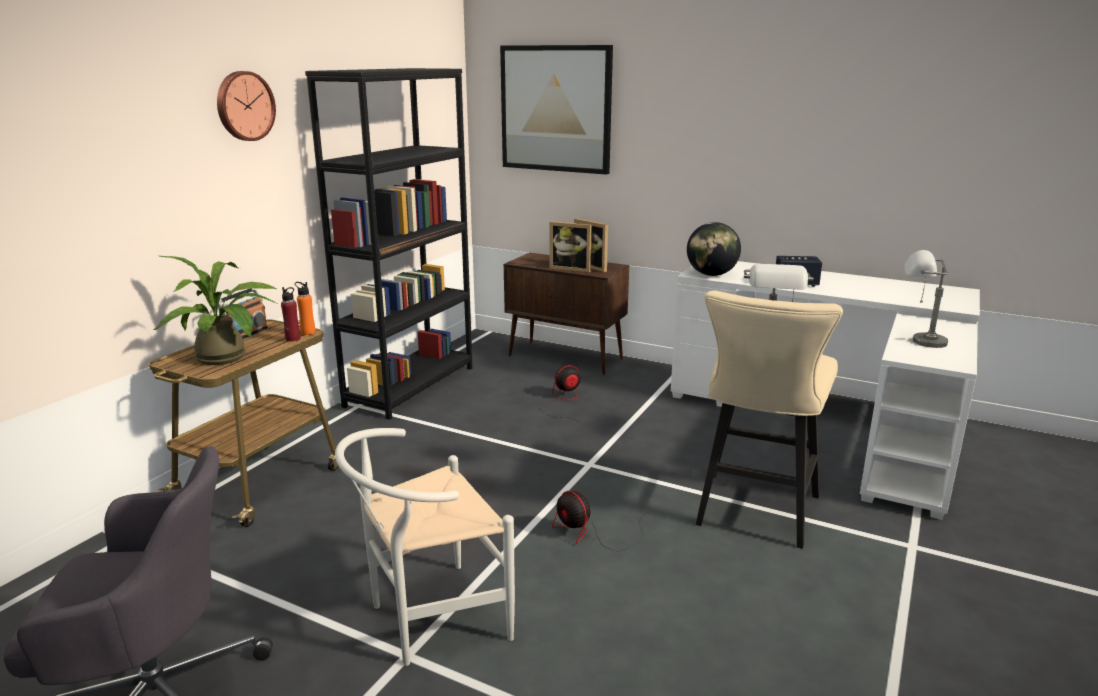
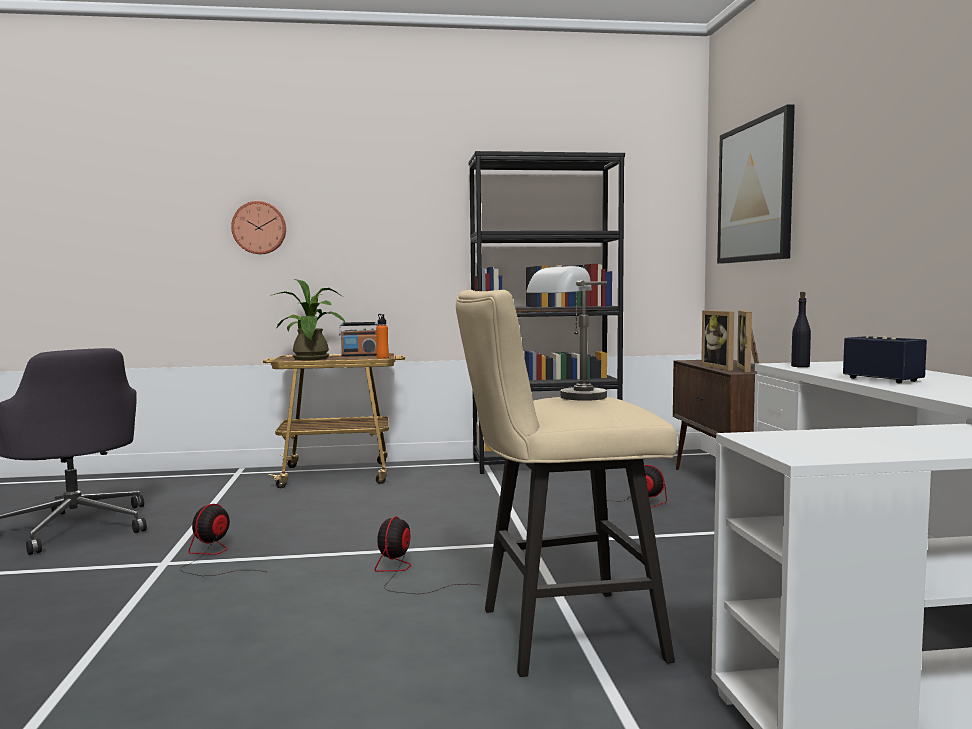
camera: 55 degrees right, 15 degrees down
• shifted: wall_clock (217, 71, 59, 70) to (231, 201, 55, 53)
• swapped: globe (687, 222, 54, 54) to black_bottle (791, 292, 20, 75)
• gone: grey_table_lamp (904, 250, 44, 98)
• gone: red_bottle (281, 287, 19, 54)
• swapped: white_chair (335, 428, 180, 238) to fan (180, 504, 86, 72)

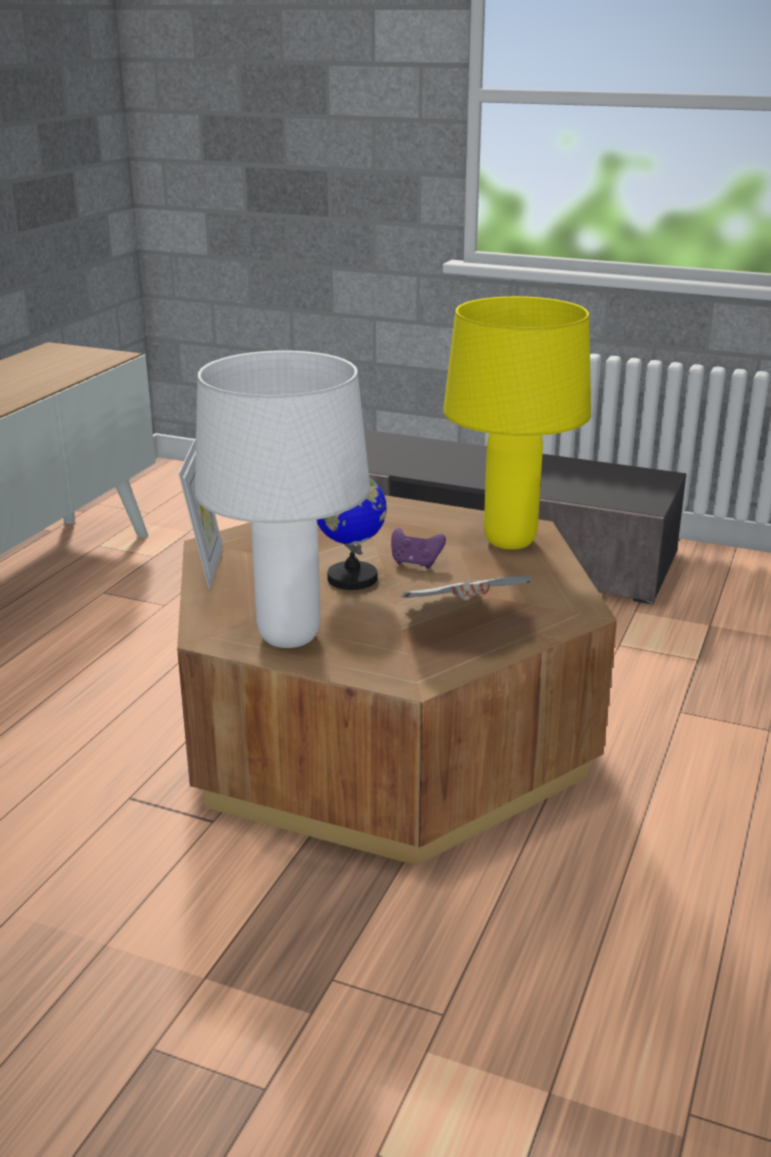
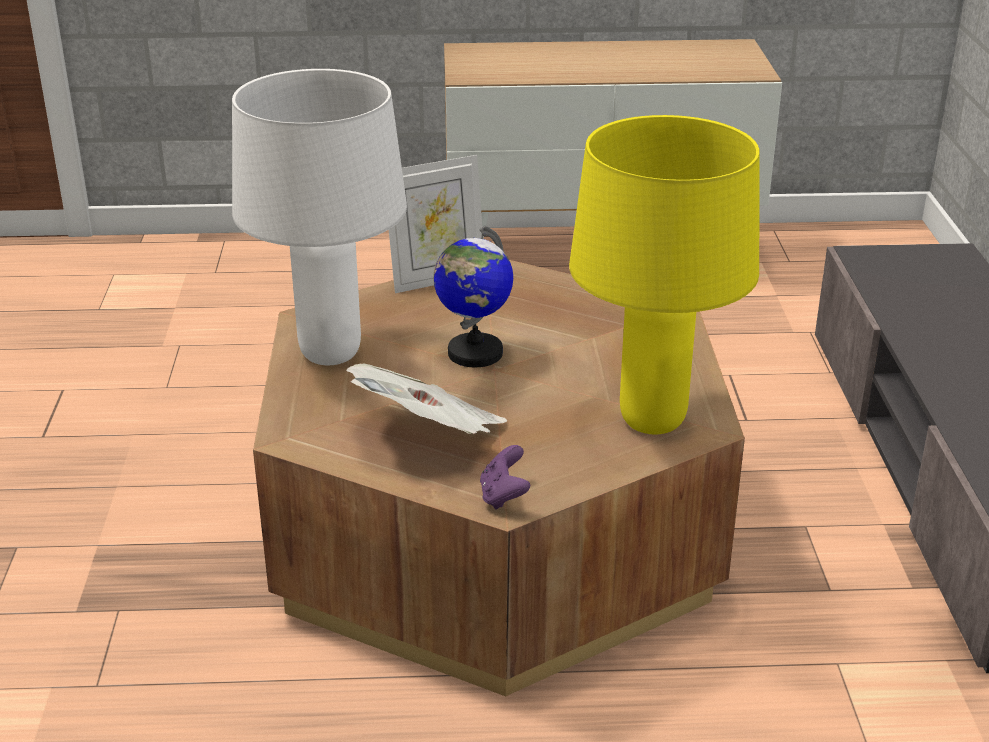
camera: 65 degrees right, 5 degrees up
• shifted: purple_game_controller (391, 528, 55, 41) to (480, 445, 50, 65)

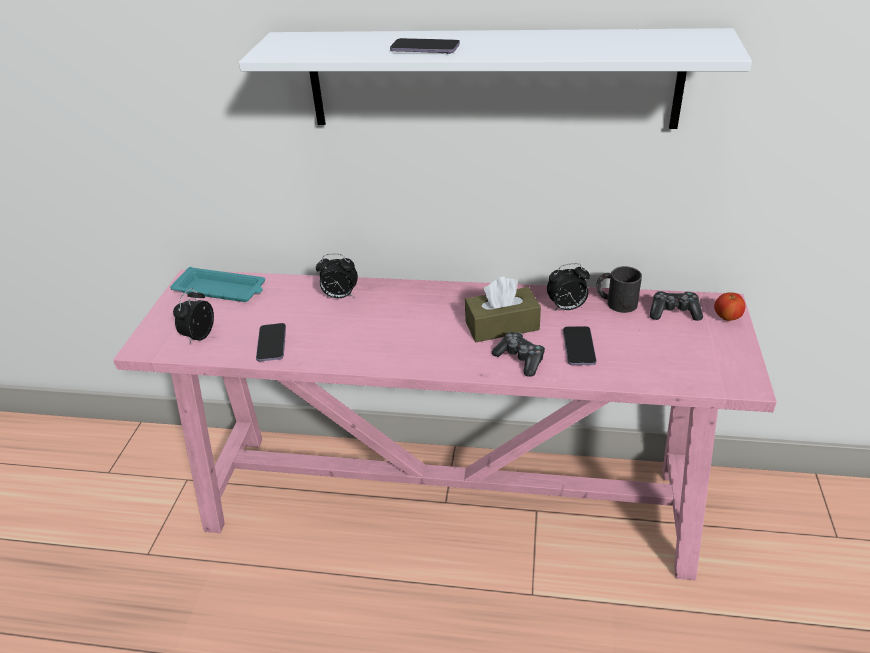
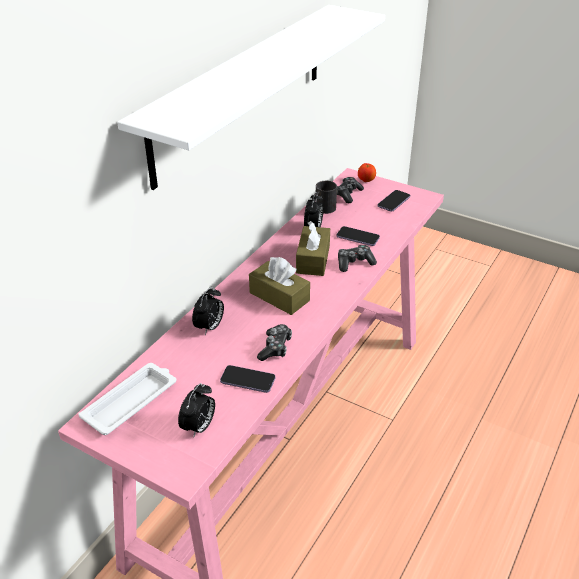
camera: 70 degrees left, 0 degrees up
• shifted: phone (390, 38, 70, 16) to (377, 190, 33, 22)
• repainted: turquoise_tray (170, 267, 95, 35) to white_tray (78, 363, 98, 72)
• rotated: alarm_clock (173, 288, 41, 56) = (178, 383, 37, 54) 105 degrees counterclockwise
• new: brown_tissue_box (249, 257, 61, 58)
• new: game_controller (257, 324, 35, 37)

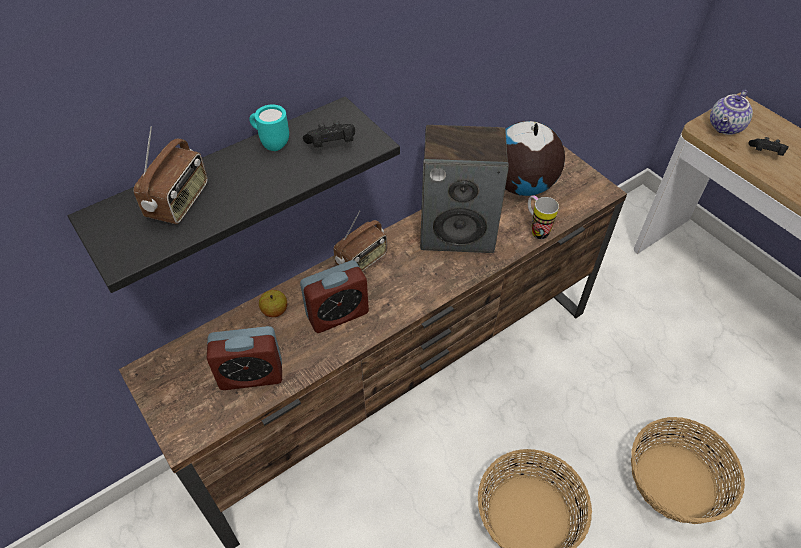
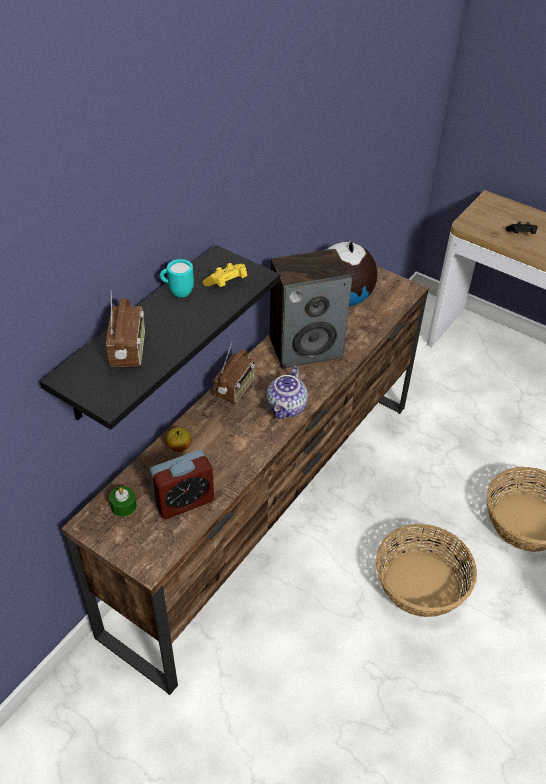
camera: 20 degrees left, 5 degrees down
• shifted: teapot (710, 90, 43, 45) to (266, 366, 42, 53)
• repainted: black_game_controller (303, 121, 52, 27) to yellow_game_controller (202, 263, 45, 24)
• gone: mug (528, 195, 31, 44)
• gone: alarm_clock (300, 260, 69, 73)
• new: green_candle (109, 486, 28, 31)

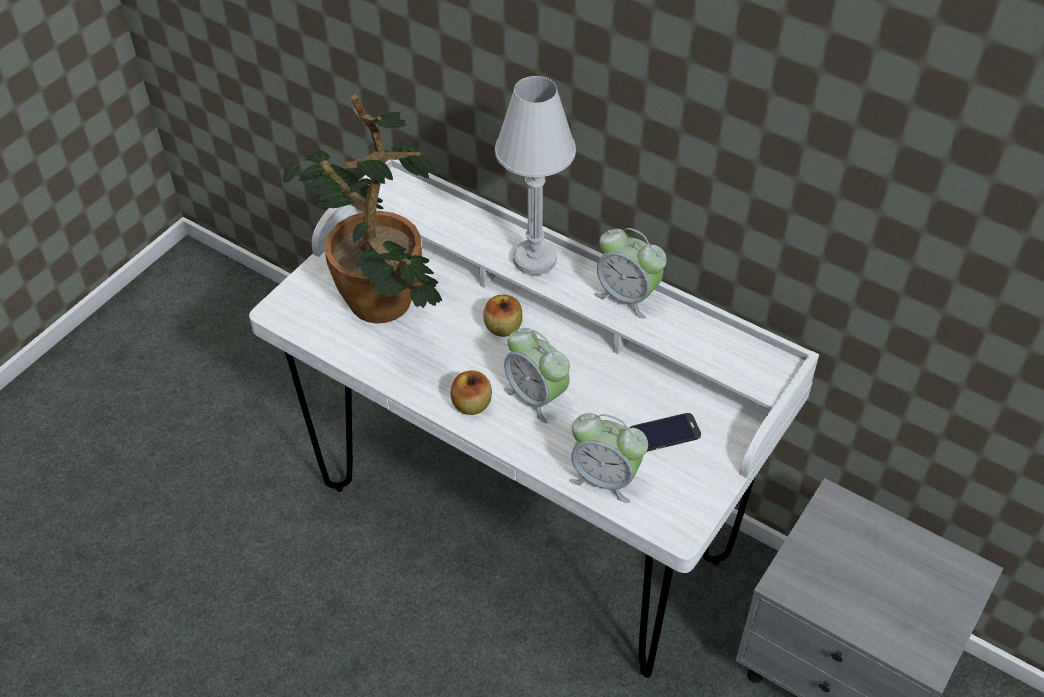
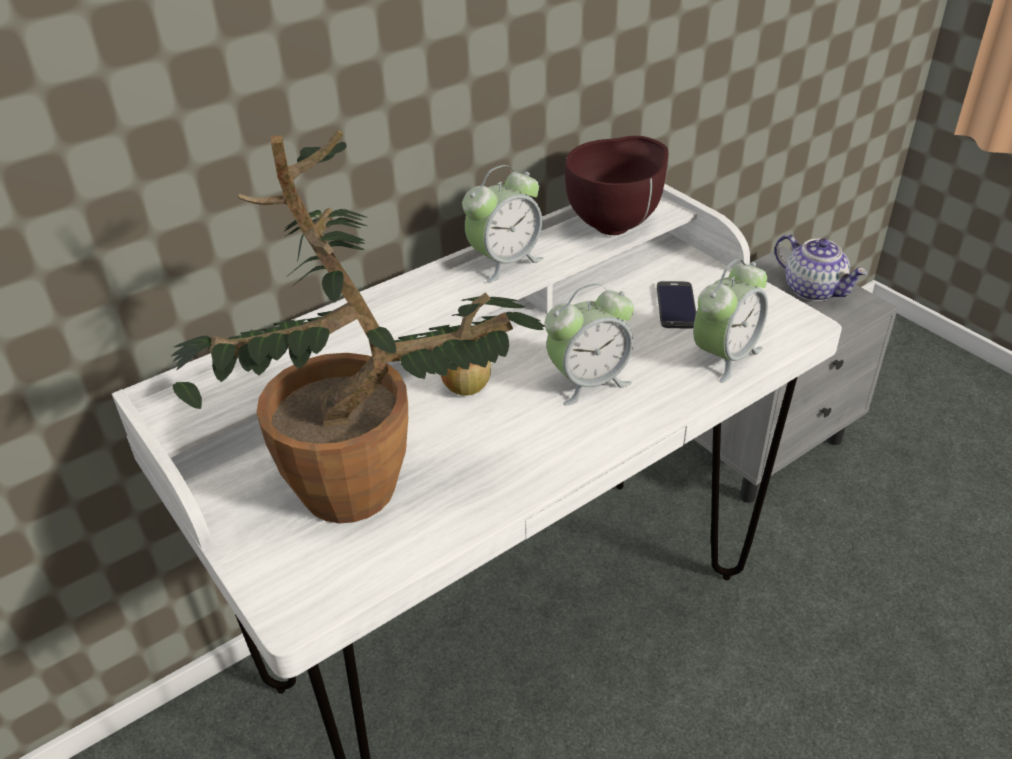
camera: 70 degrees left, 10 degrees down
• gone: white_table_lamp (495, 76, 81, 199)
• gone: apple (450, 371, 42, 44)
• new: brown_bowl (565, 136, 103, 99)
• new: teapot (774, 234, 94, 67)

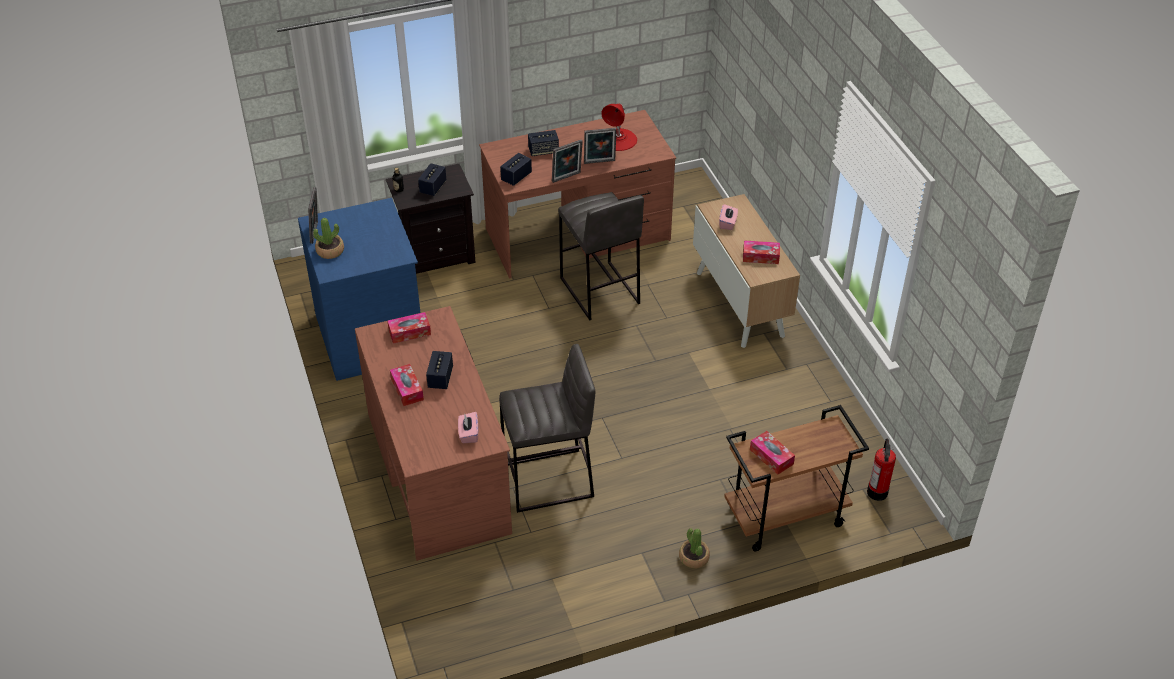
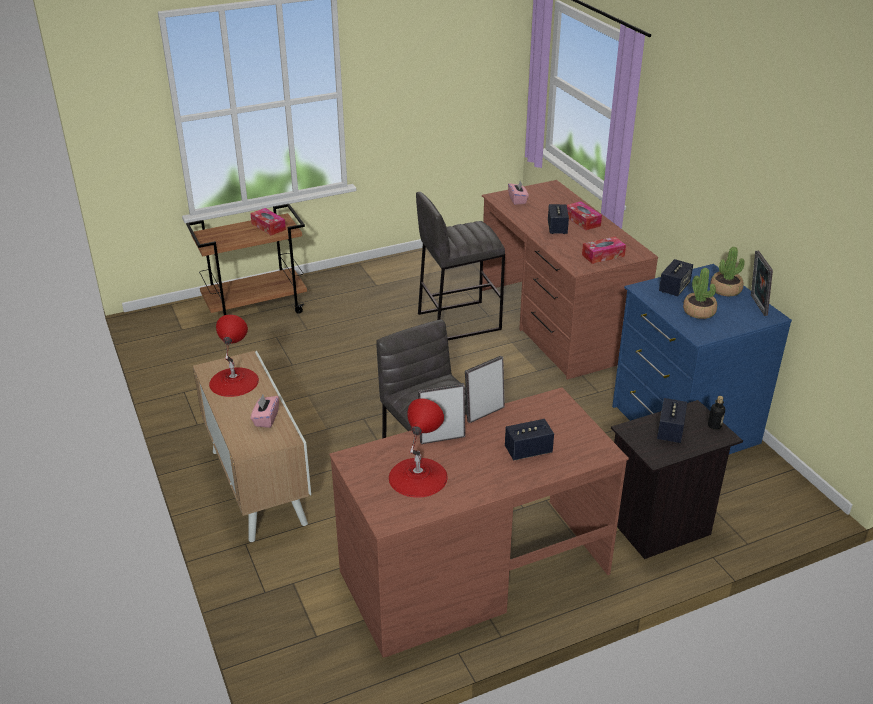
camera: 175 degrees right, 10 degrees down
• shifted: speaker (500, 153, 32, 33) to (659, 259, 34, 37)
• swapped: tissue_box (743, 240, 37, 24) to red_table_lamp (209, 314, 50, 83)
• gone: fire_extinguisher (867, 438, 29, 63)
• shifted: potted_plant (679, 528, 31, 41) to (683, 268, 34, 51)

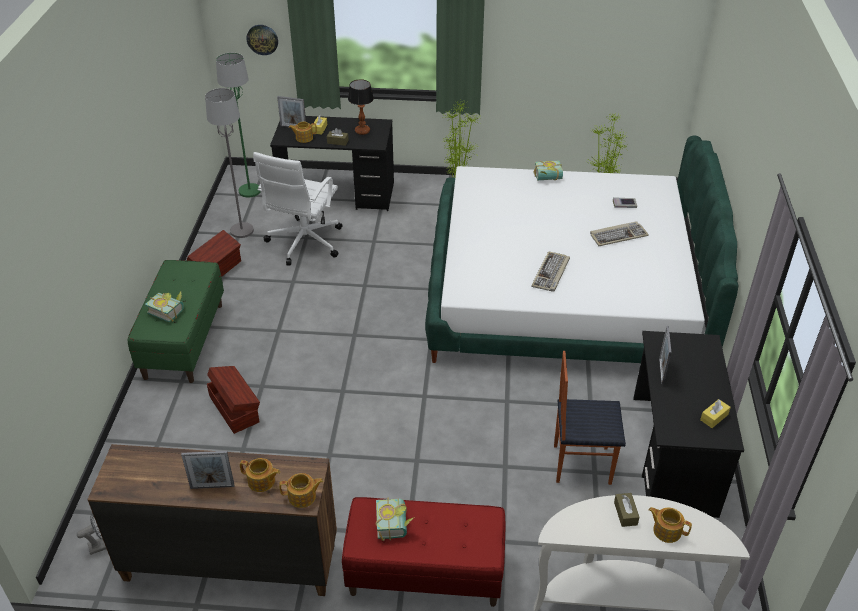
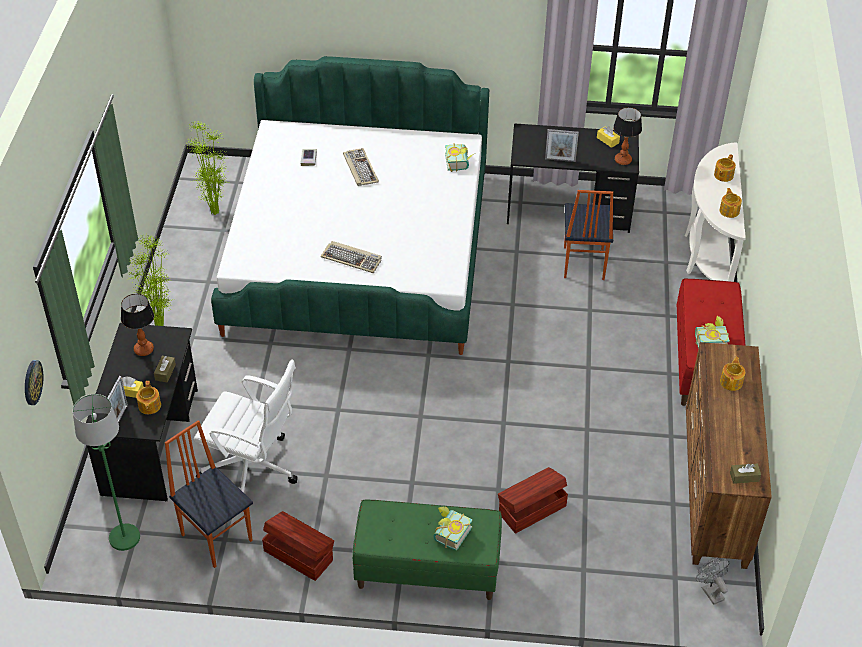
camera: 90 degrees left, 5 degrees up
• swapped: grey_floor_lamp (205, 88, 49, 150) to chair (165, 420, 88, 148)
• shifted: book (533, 160, 30, 20) to (445, 143, 27, 29)
• shifted: keyboard (531, 252, 39, 40) to (321, 241, 61, 32)
• gone: picture_frame (181, 451, 54, 38)
• shifted: teapot (279, 473, 45, 35) to (720, 188, 22, 30)
• shifted: brown_tissue_box (614, 493, 26, 34) to (730, 463, 31, 21)
• new: table_lamp (613, 107, 29, 58)

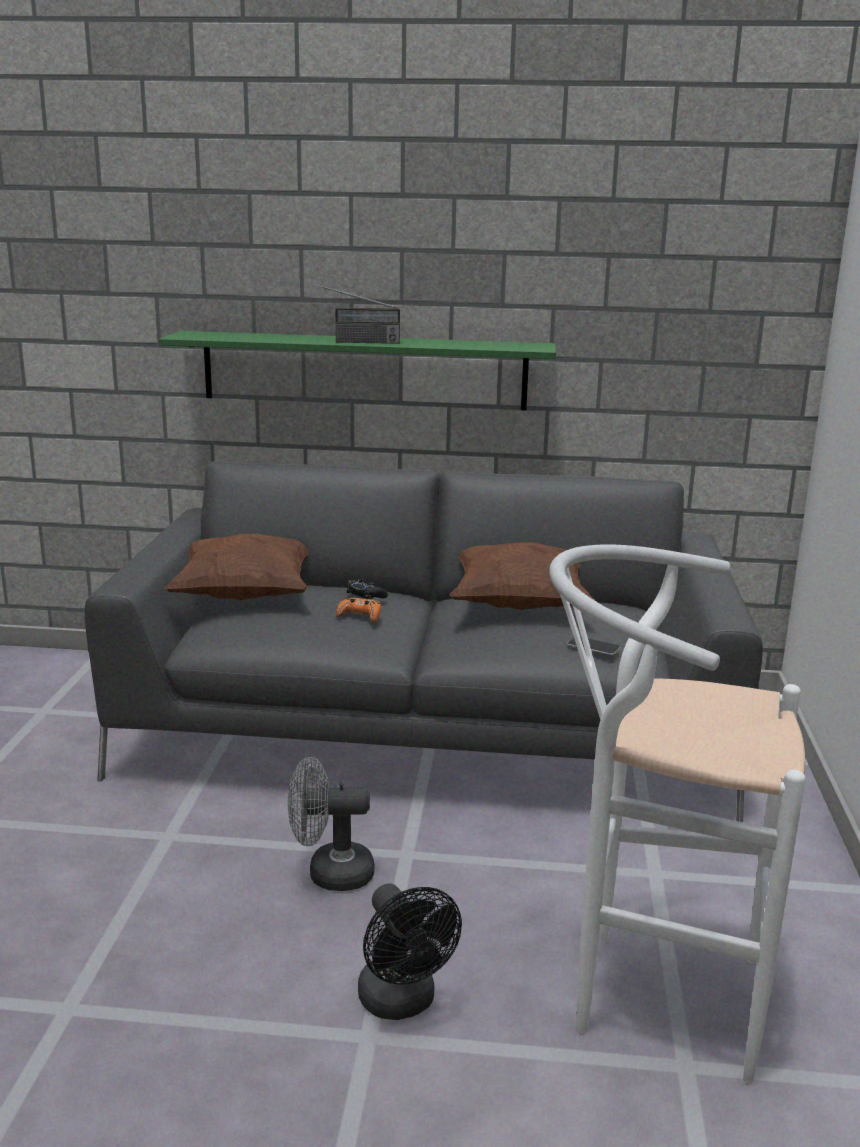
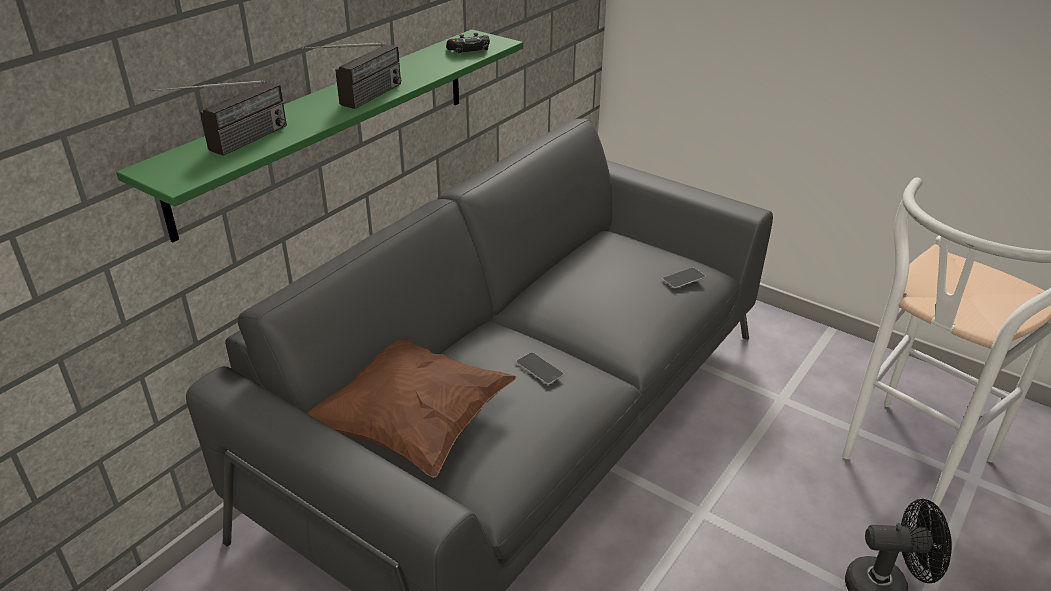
camera: 60 degrees left, 15 degrees up
• gone: brown_pillow (449, 542, 145, 68)
• shifted: black_game_controller (346, 579, 42, 20) to (446, 33, 44, 20)
• swapped: orange_game_controller (336, 598, 45, 24) to phone (516, 352, 48, 32)
• gone: grey_fan (288, 757, 86, 134)
• new: radio (150, 80, 137, 76)

